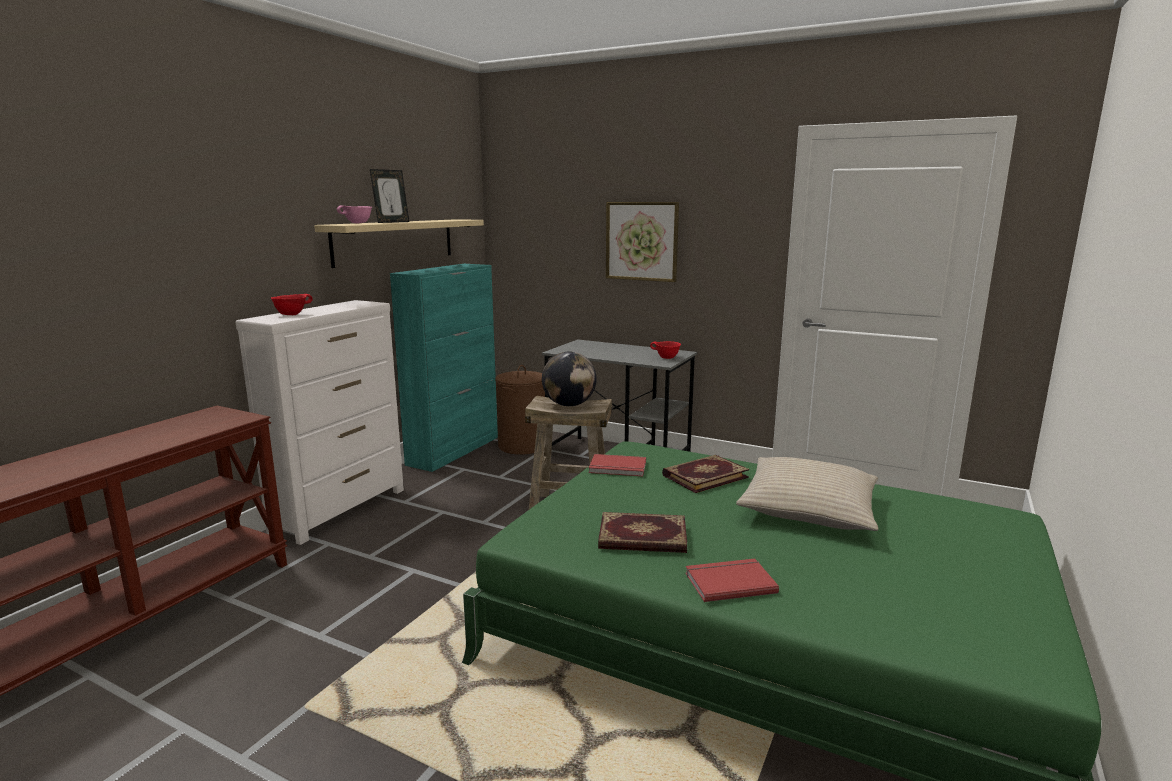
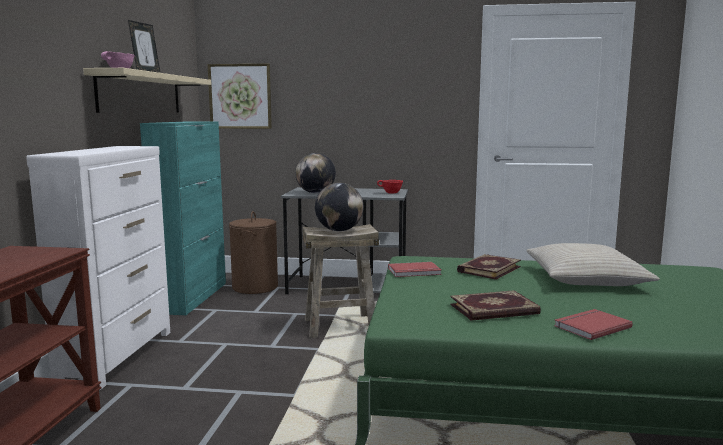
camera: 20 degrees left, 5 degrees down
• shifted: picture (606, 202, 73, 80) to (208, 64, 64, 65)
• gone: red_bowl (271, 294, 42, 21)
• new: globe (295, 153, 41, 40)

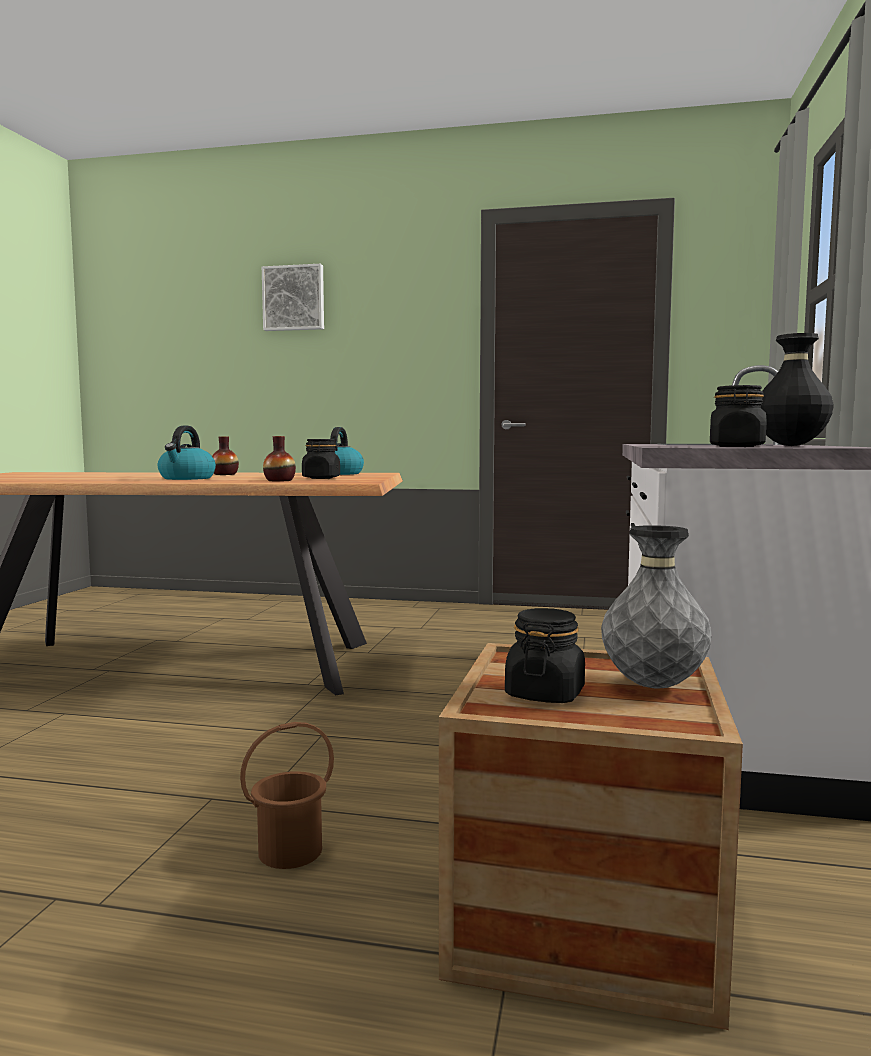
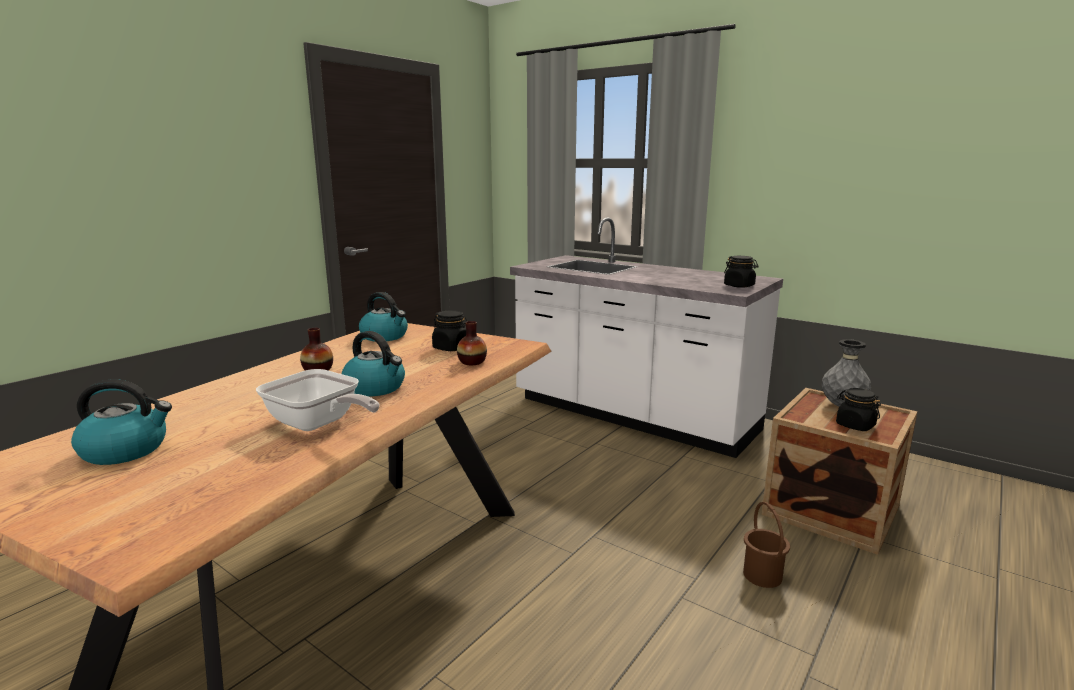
camera: 65 degrees left, 10 degrees up
• gone: picture (262, 264, 62, 67)
• gone: black_vase (761, 333, 73, 113)
• new: frying_pan (256, 369, 124, 62)
• new: kettle (71, 379, 101, 86)

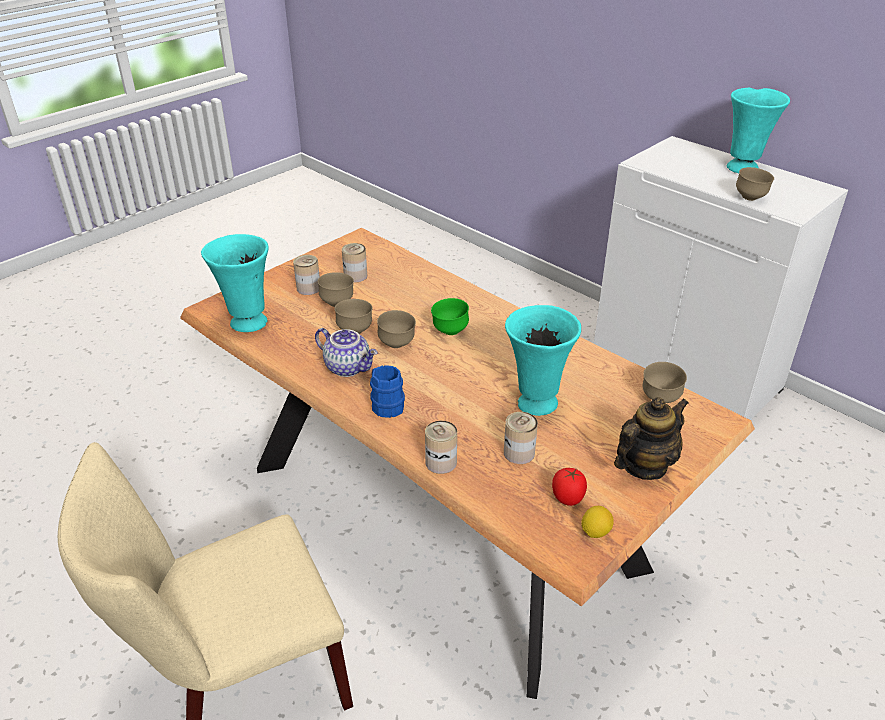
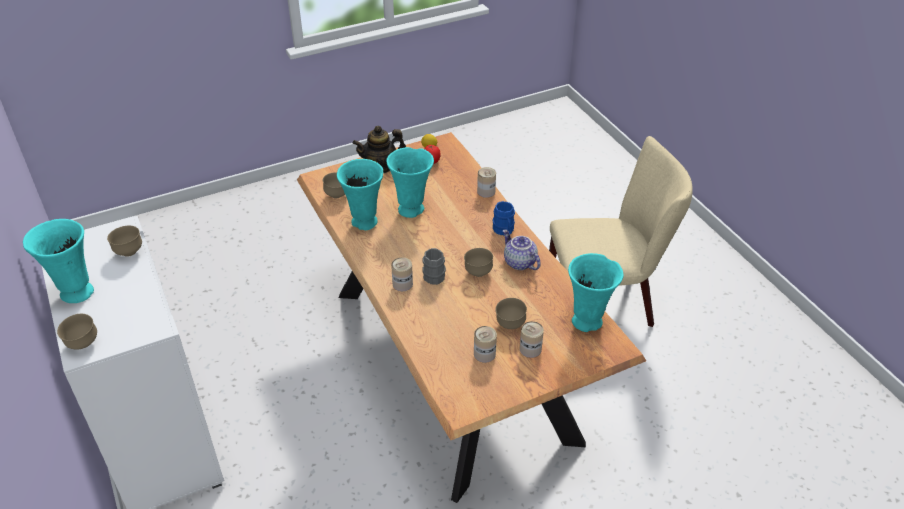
camera: 160 degrees left, 5 degrees up
• swapped: green_bowl (431, 298, 38, 37) to grey_mug (422, 248, 24, 37)
• shifted: brown_bowl (335, 299, 37, 35) to (57, 314, 40, 36)
• shifted: can (504, 412, 34, 52) to (391, 257, 22, 34)
• new: turquoise_vase (337, 159, 46, 71)

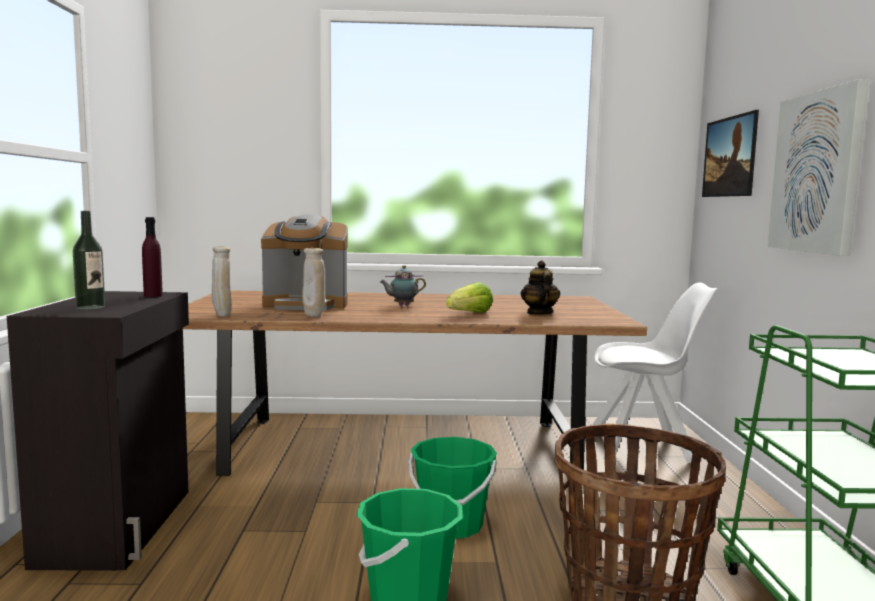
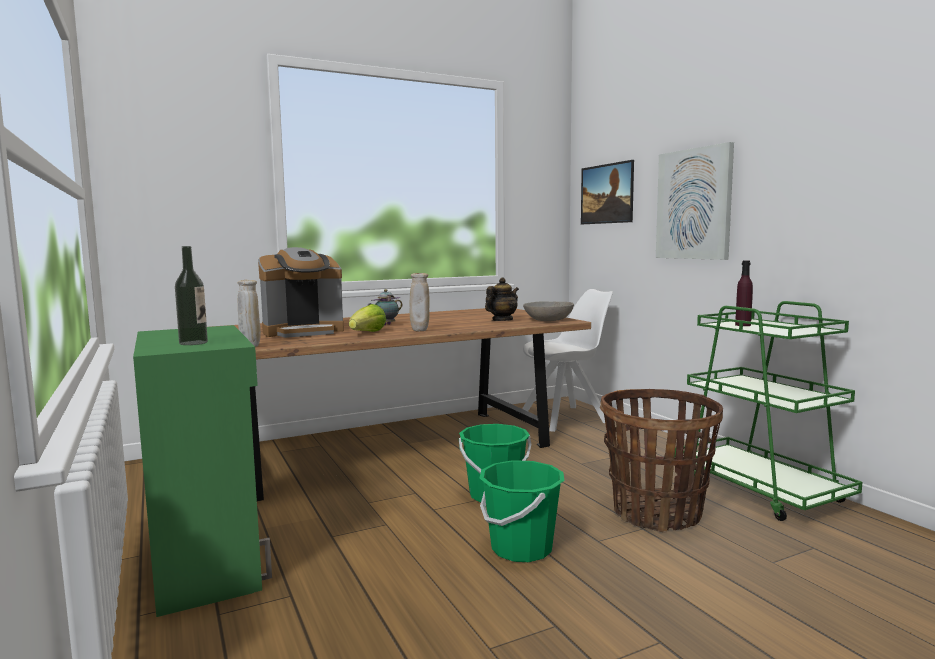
camera: 25 degrees left, 0 degrees up
• shifted: purple_bottle (142, 217, 21, 80) to (735, 260, 18, 66)
• shifted: beige_vase (302, 248, 23, 69) to (410, 273, 19, 58)
• rotated: teapot (521, 260, 39, 55) = (485, 277, 34, 44) 75 degrees clockwise
• shifted: lettuce (446, 282, 47, 31) to (349, 304, 37, 28)
• repainted: black_cabinet (7, 291, 182, 280) to green_cabinet (133, 325, 139, 292)
• new: grey_bowl (523, 301, 51, 20)

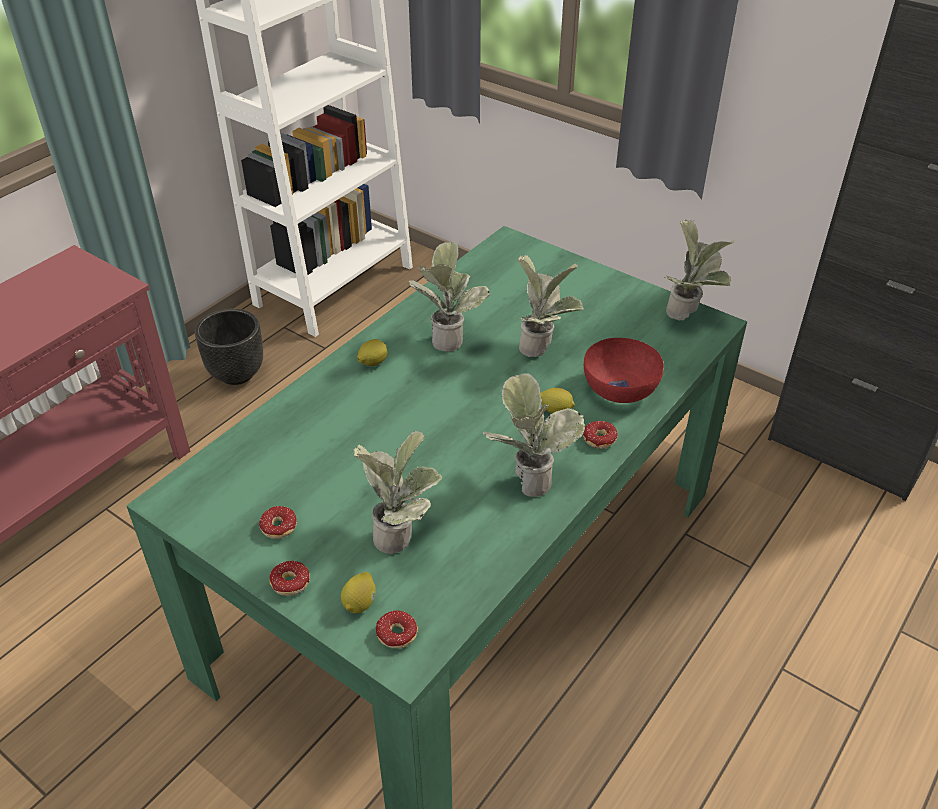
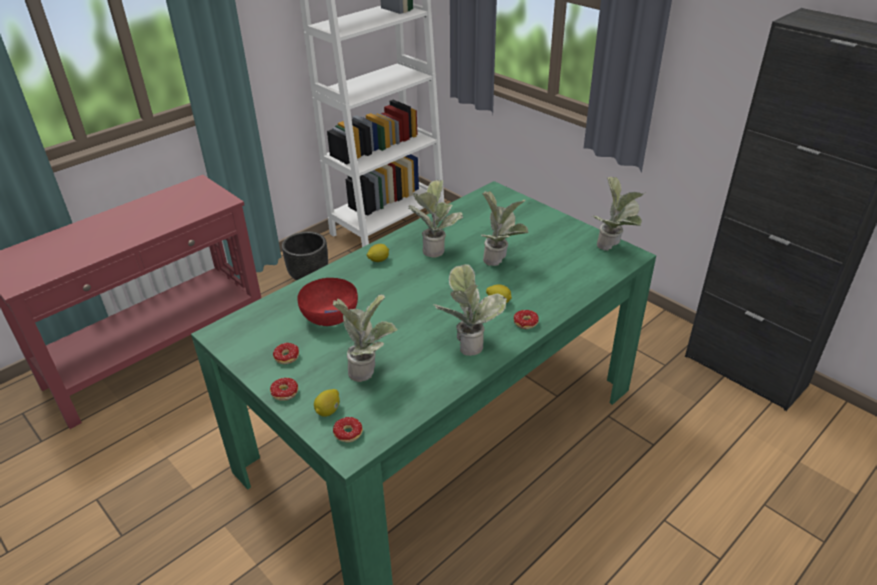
camera: 10 degrees right, 5 degrees down
• shifted: red_bowl (584, 338, 80, 65) to (298, 278, 60, 48)

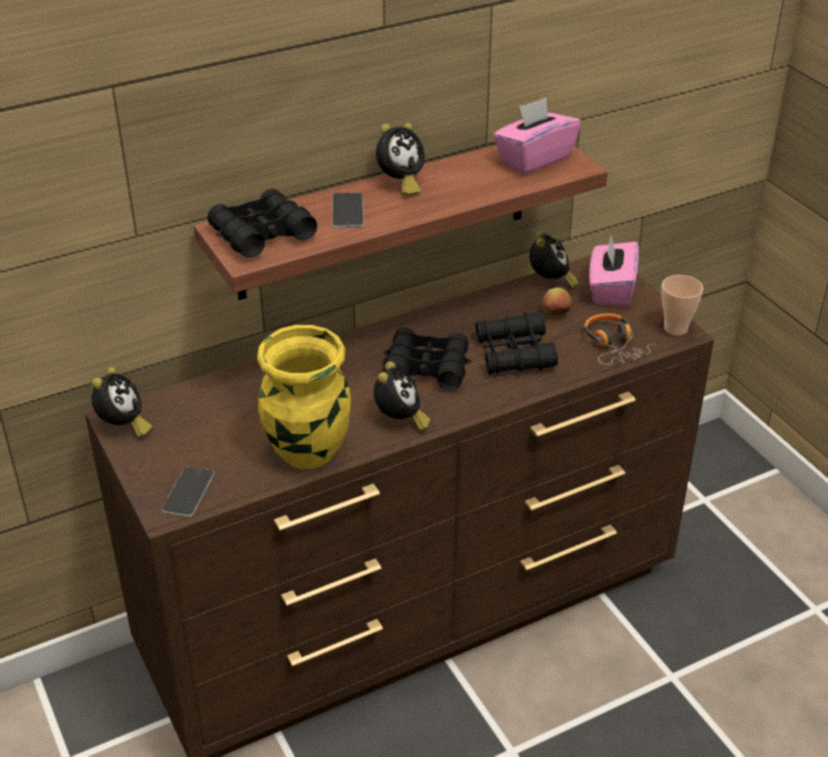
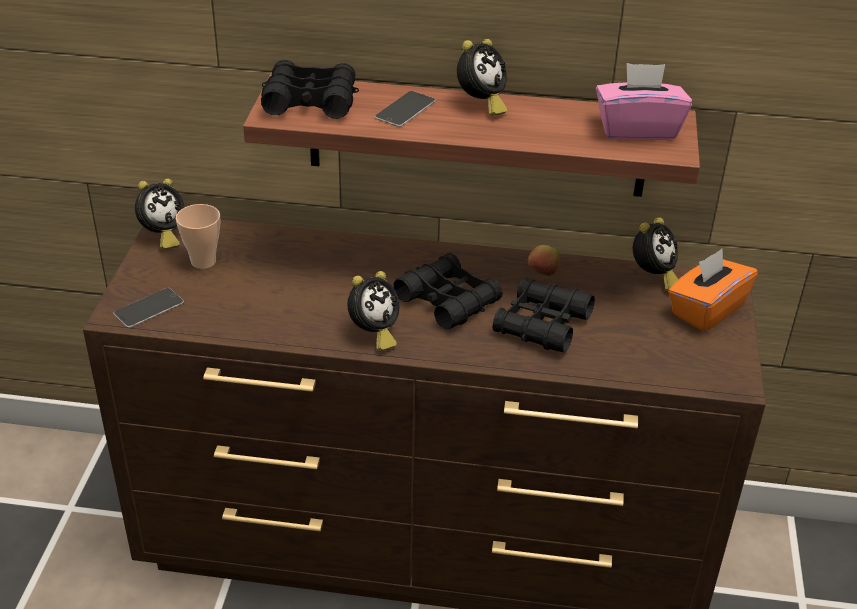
camera: 35 degrees right, 0 degrees up
• rotated: alarm_clock (376, 123, 49, 72) = (457, 39, 51, 77) 45 degrees counterclockwise
• repainted: pink_tissue_box (589, 236, 50, 71) to orange_tissue_box (668, 249, 90, 83)
• shifted: cup (661, 275, 42, 61) to (176, 204, 44, 65)
• shifted: apple (542, 287, 30, 28) to (528, 245, 32, 31)
• gone: headphones (584, 314, 72, 51)
• gone: yellow_vase (257, 325, 94, 144)

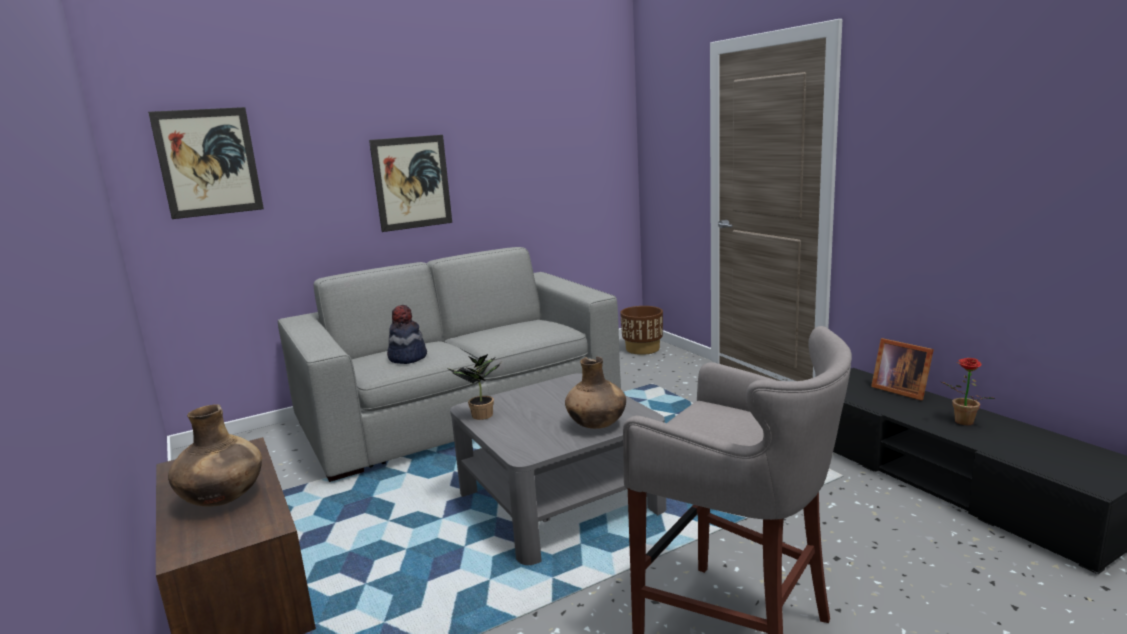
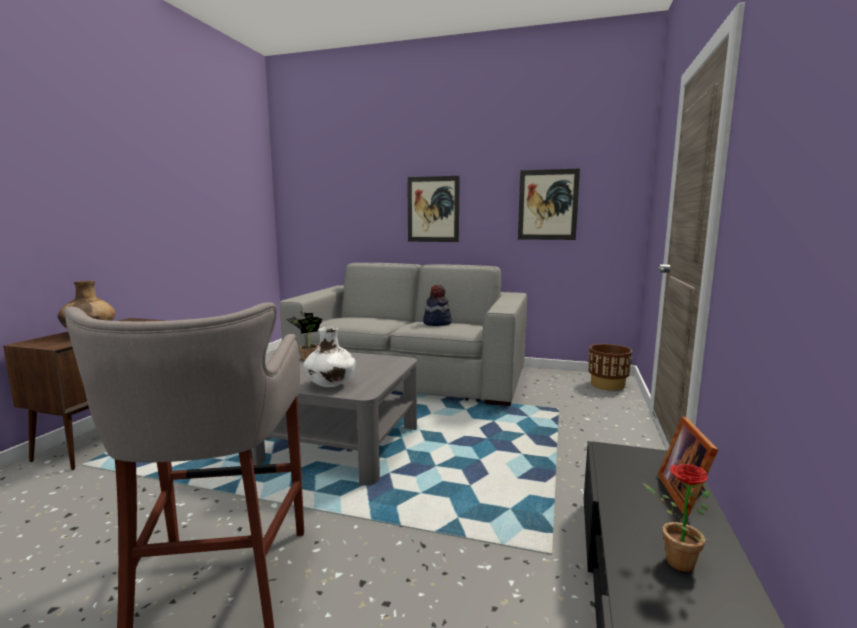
camera: 45 degrees right, 5 degrees down
• shifted: picture (148, 107, 116, 112) to (518, 169, 62, 71)
• shifted: hat (387, 305, 40, 59) to (423, 285, 29, 41)
• repainted: brown_vase (565, 356, 61, 73) to white_vase (303, 327, 53, 60)

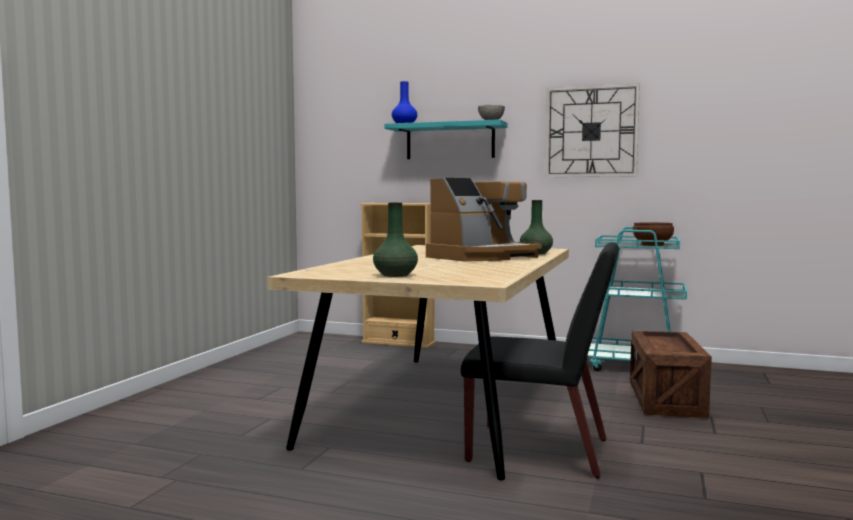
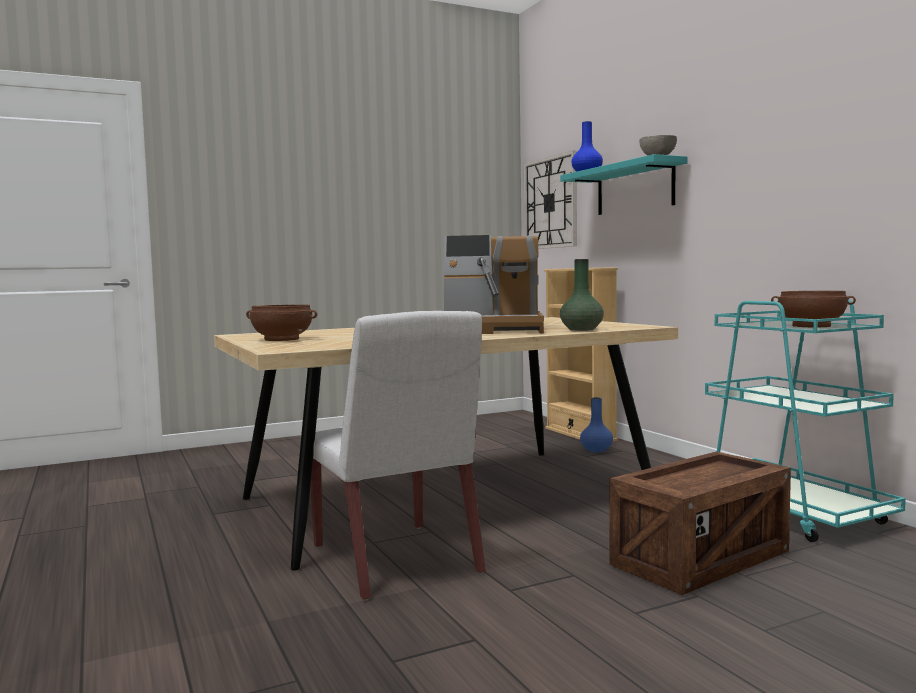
camera: 45 degrees right, 0 degrees up
• shifted: wall_clock (545, 83, 95, 94) to (524, 150, 53, 99)
• swapped: green_vase (373, 202, 45, 75) to brown_bowl (246, 305, 71, 36)
• repainted: black_chair (461, 242, 158, 236) to white_chair (311, 311, 175, 290)
• new: blue_vase (580, 397, 33, 55)

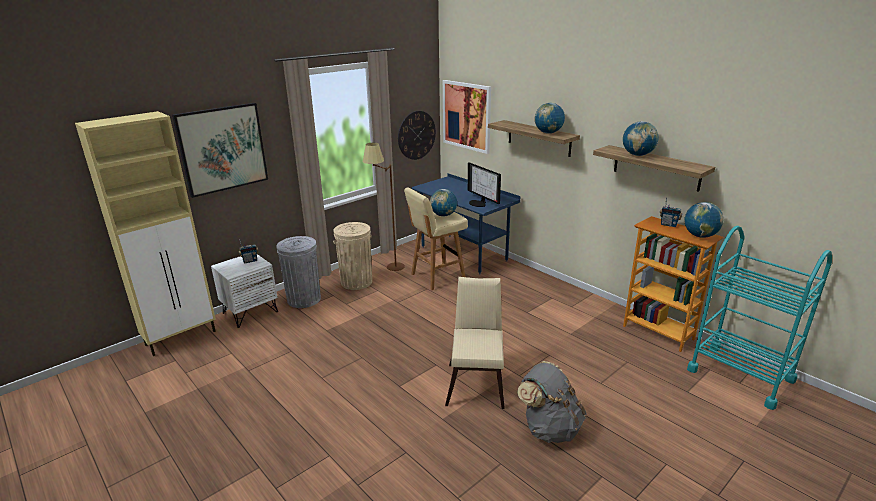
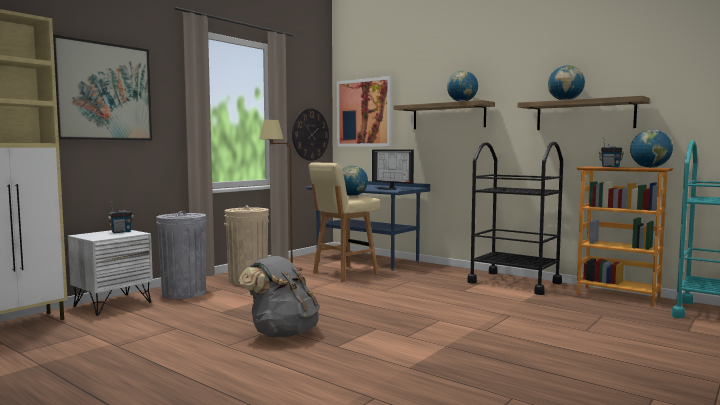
camera: 10 degrees left, 20 degrees down
• gone: beige_chair (445, 277, 60, 132)
• shifted: grey_backpack (517, 361, 70, 82) to (239, 256, 81, 81)
• new: black_cart (467, 142, 96, 153)

